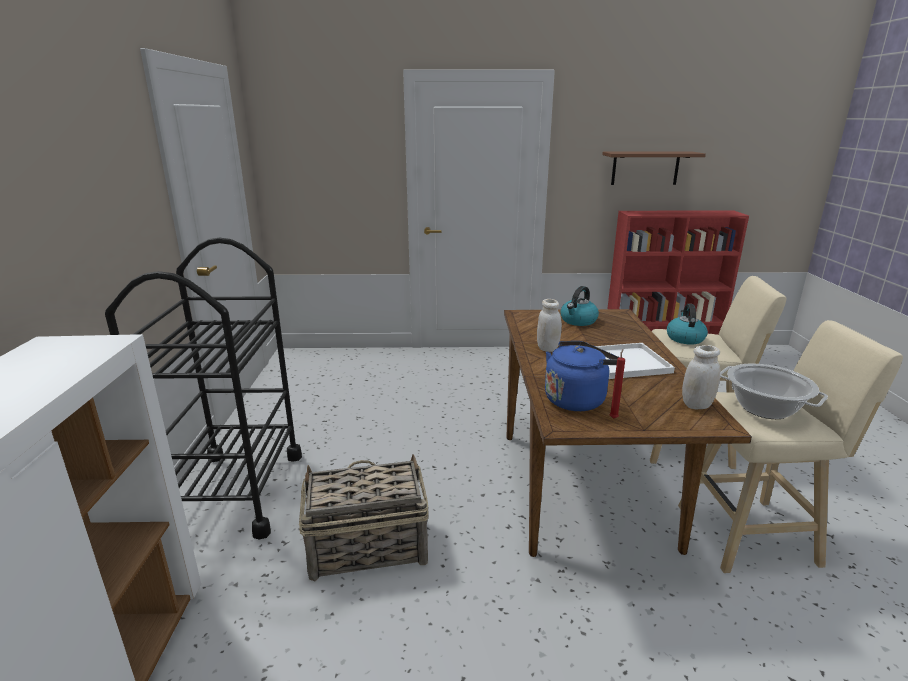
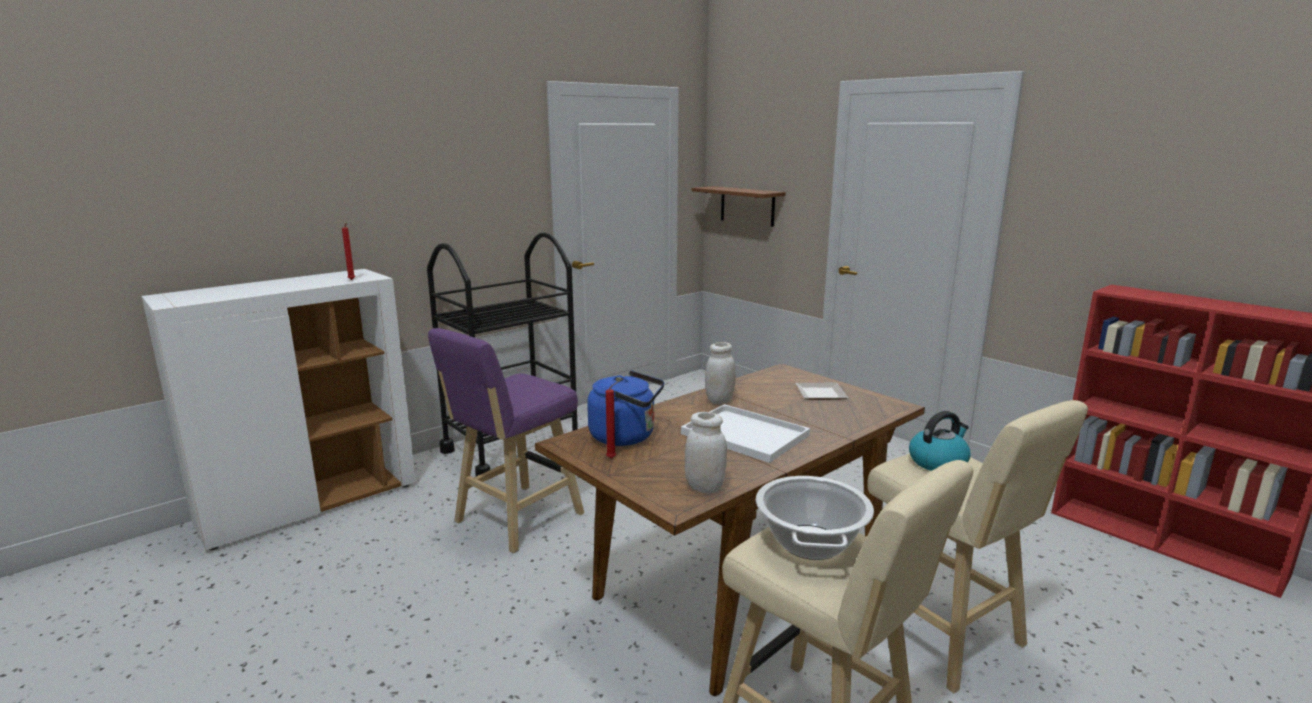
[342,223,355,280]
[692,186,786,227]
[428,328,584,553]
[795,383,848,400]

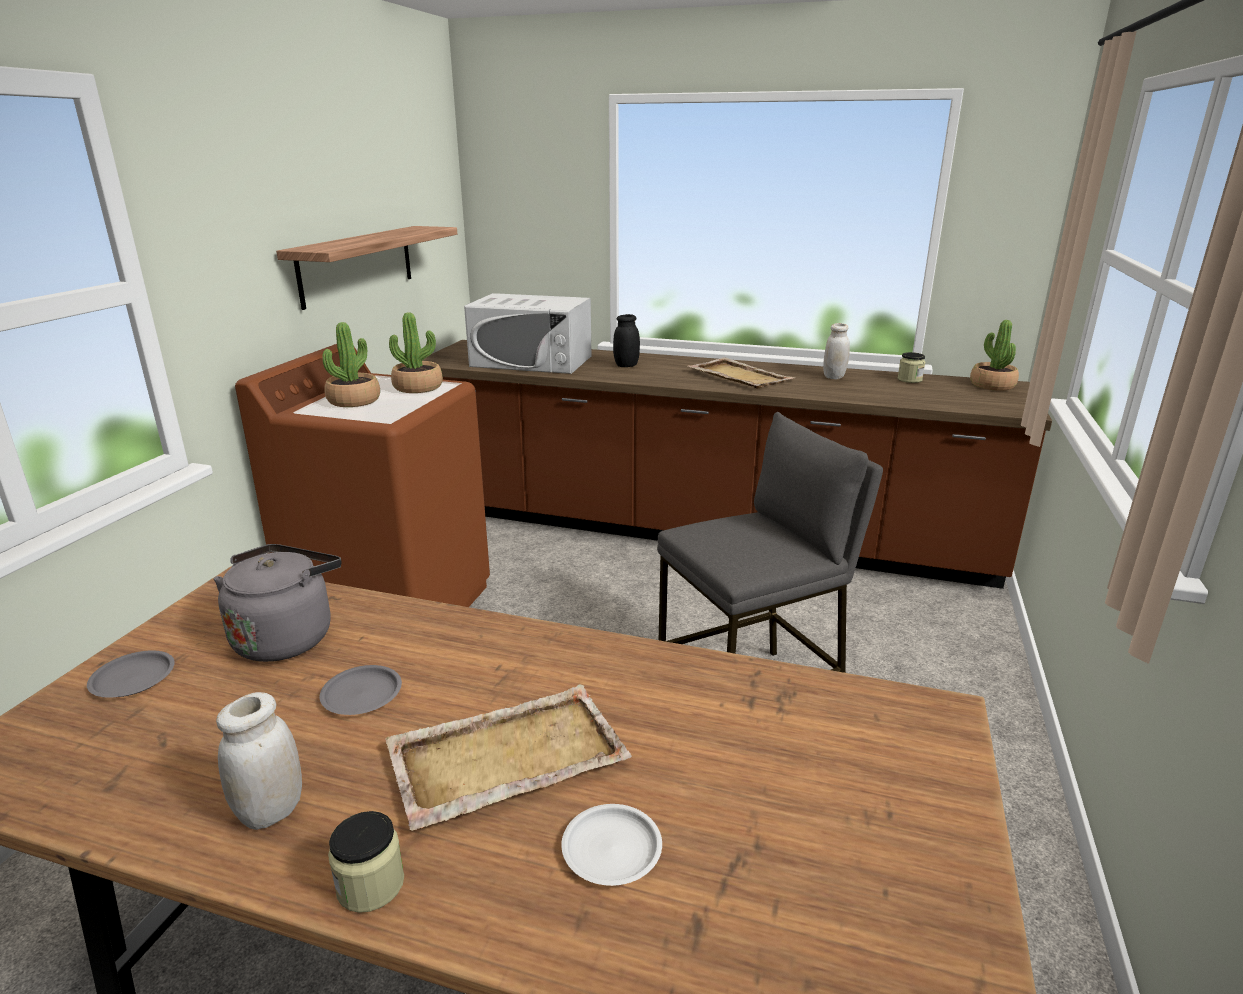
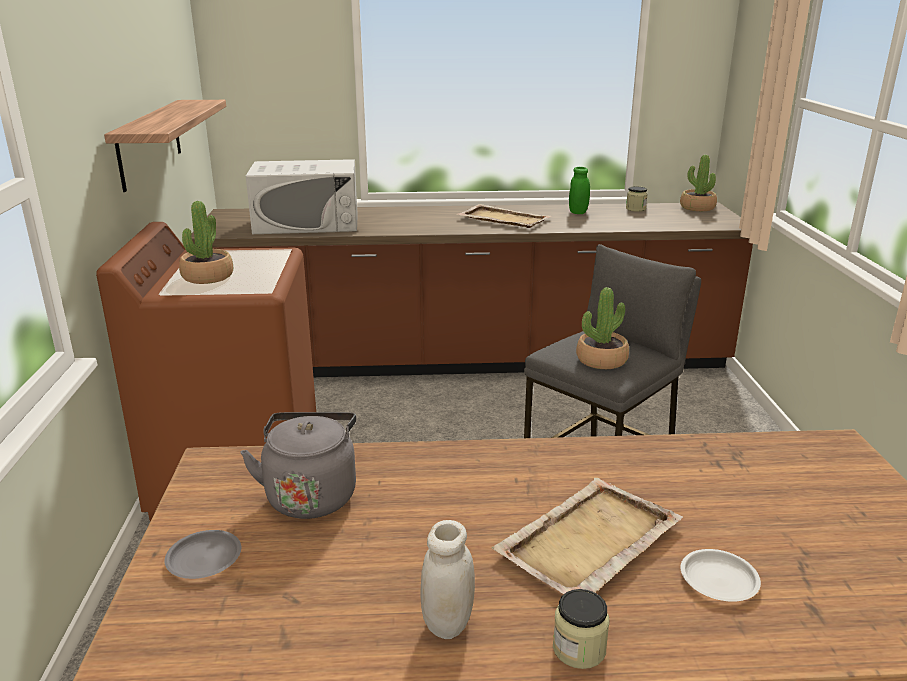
[319,665,402,715] (first image)
[613,314,640,367] (first image)
[576,287,629,369]
[569,167,590,214]

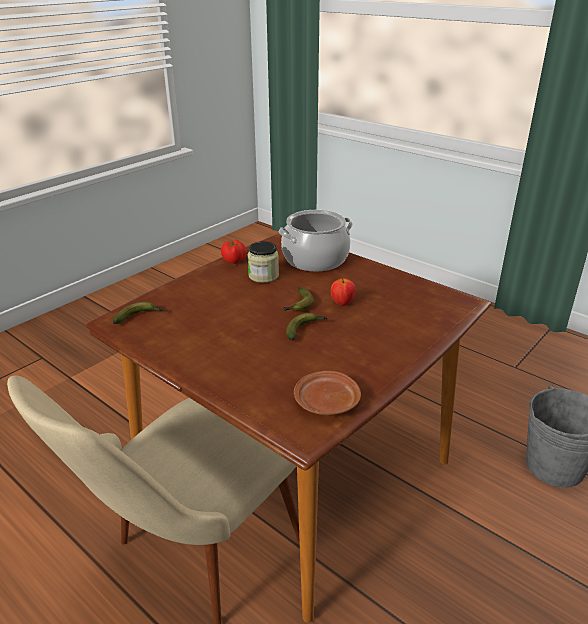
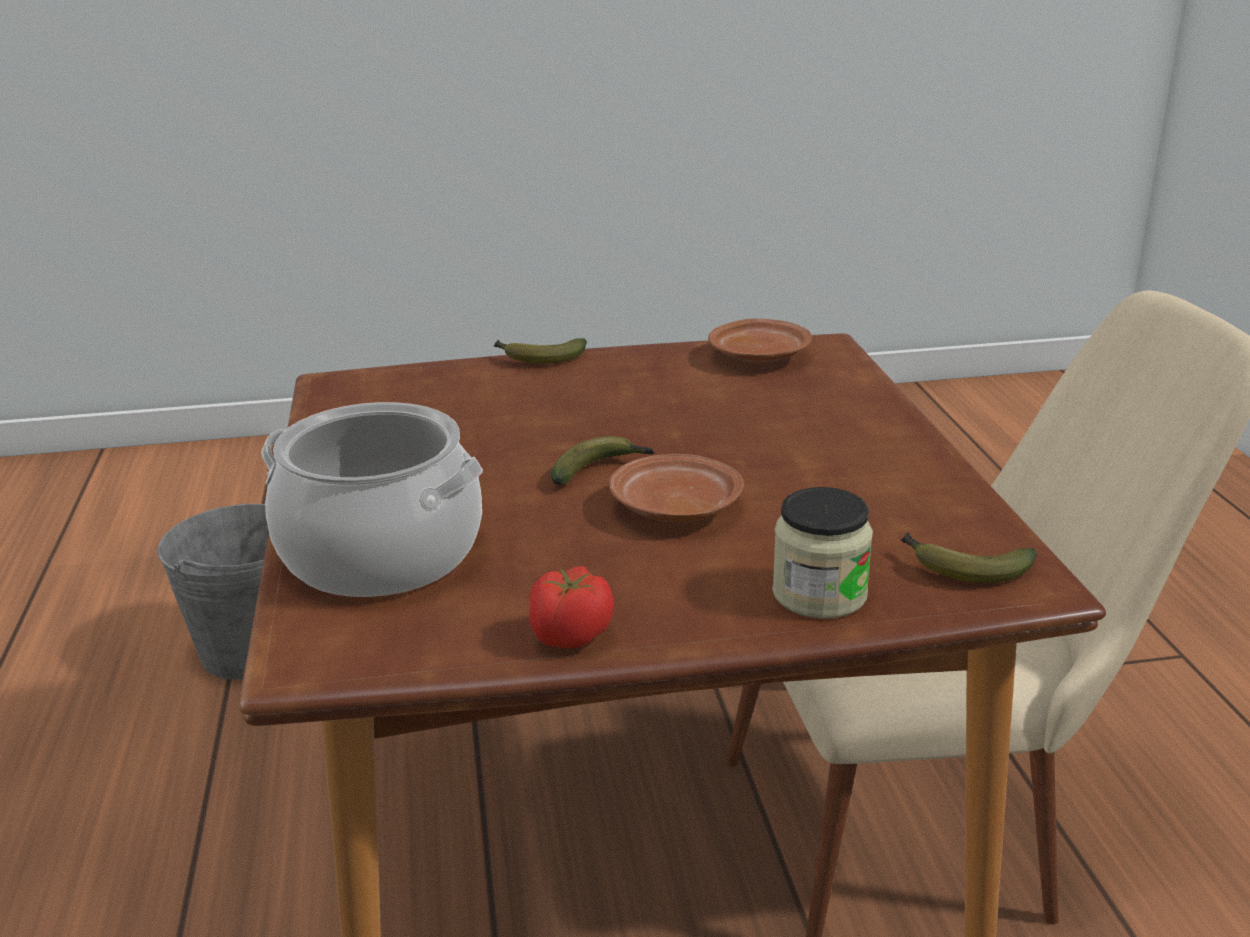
[331,278,356,306] (first image)
[609,454,744,523]
[772,487,873,619]
[494,338,587,364]

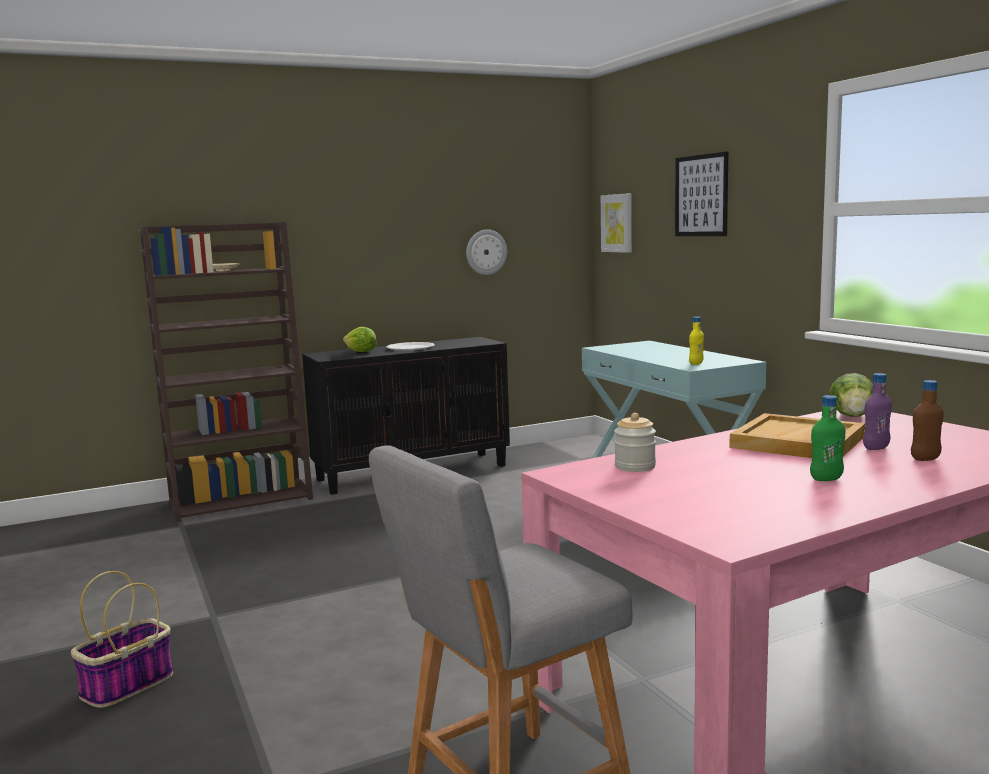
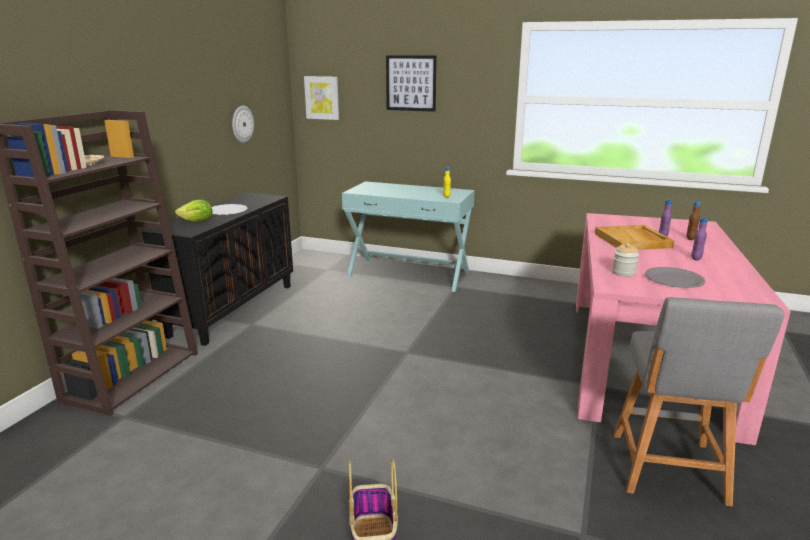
[829,373,873,417] (first image)
[645,267,705,288]
[691,217,708,261]

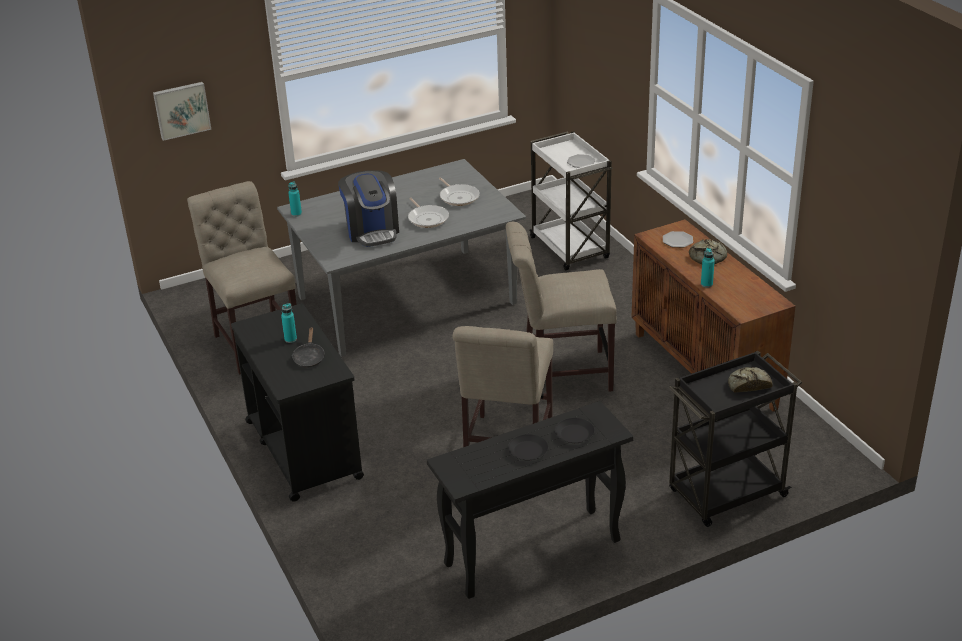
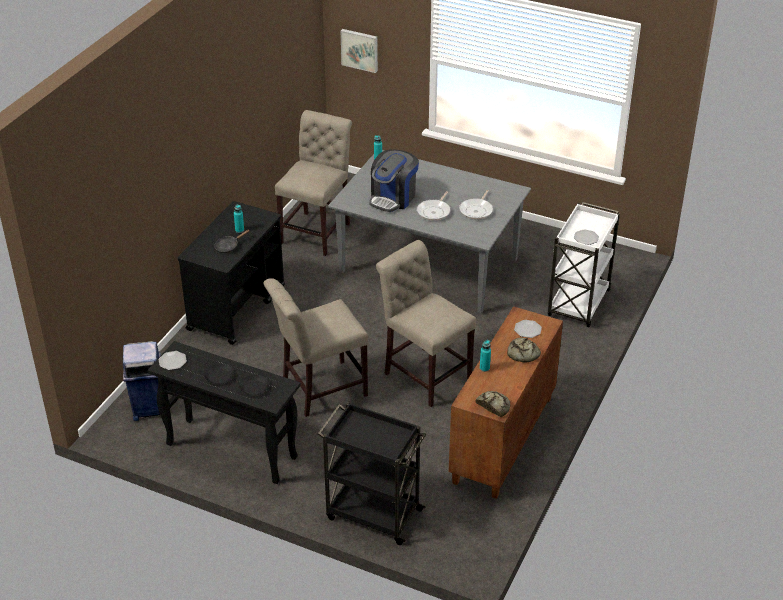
[123,341,161,421]
[158,351,187,370]
[476,391,510,417]

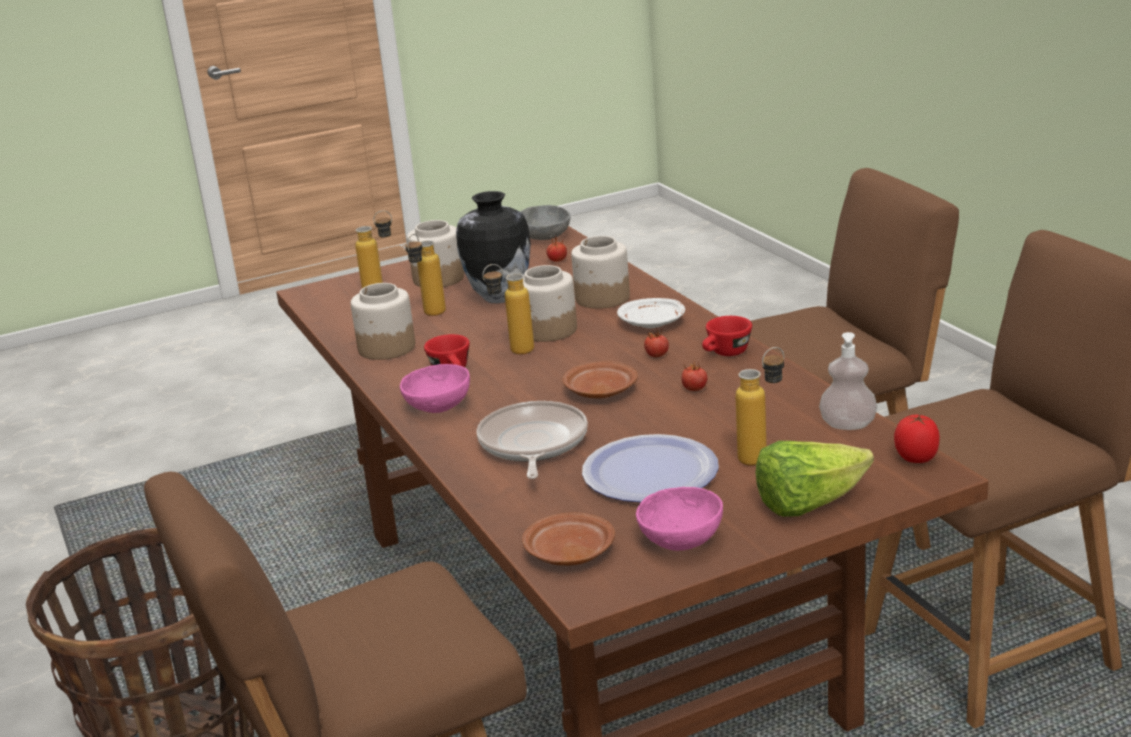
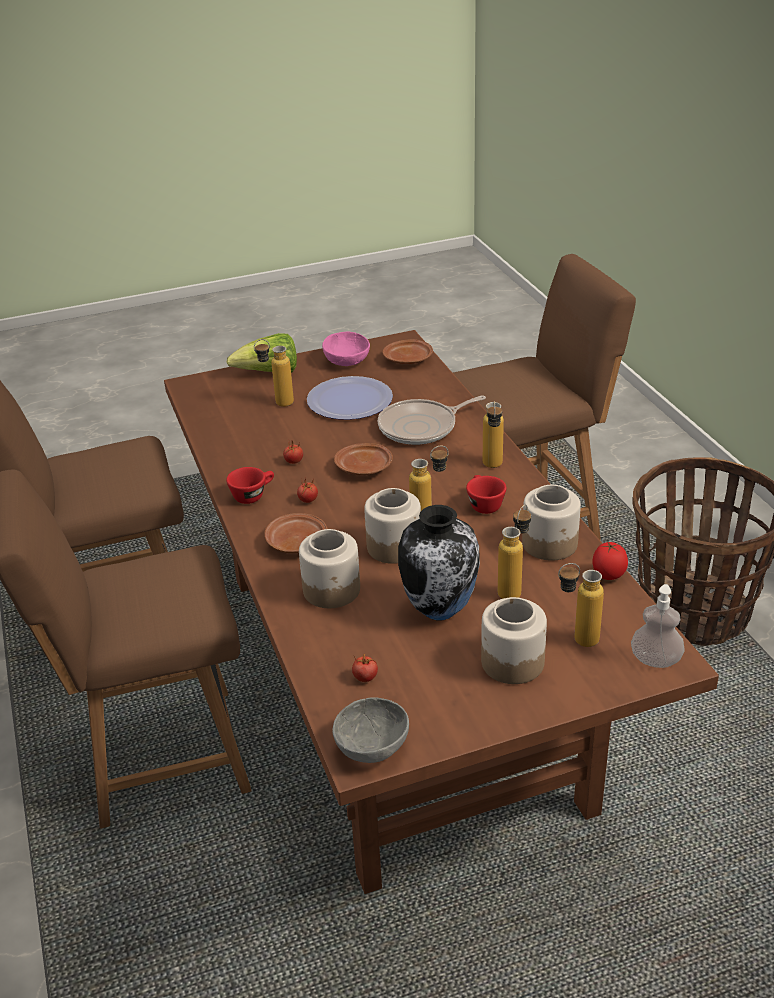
[631,584,685,668]
[593,542,628,580]
[483,401,504,468]
[264,513,328,553]
[378,396,486,445]

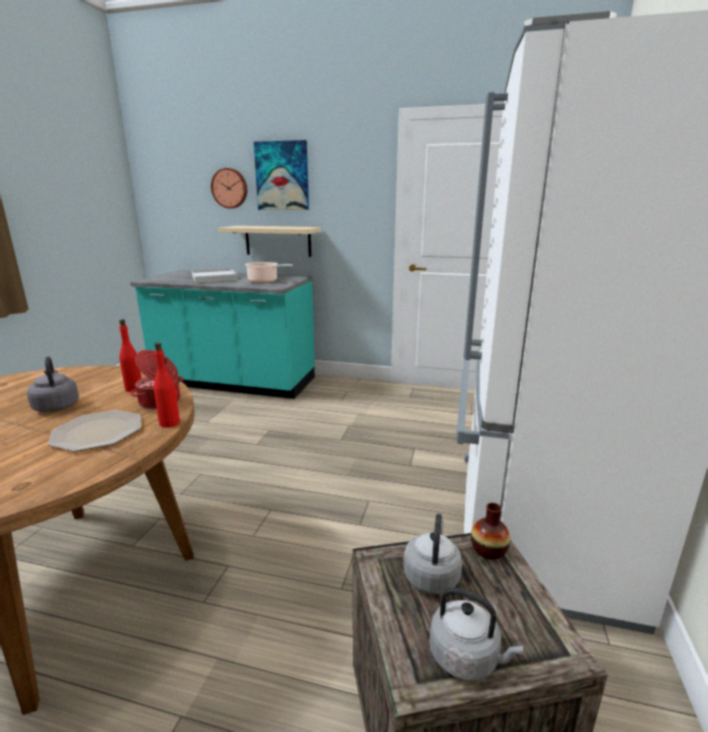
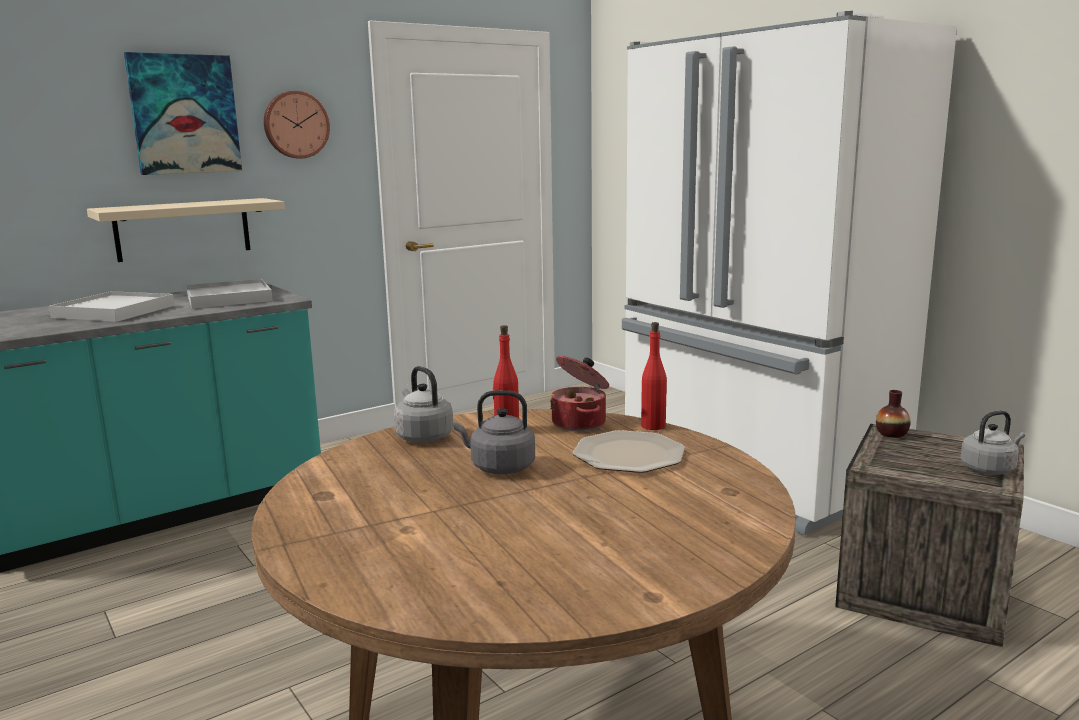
[264,91,330,159]
[394,366,453,443]
[186,279,273,309]

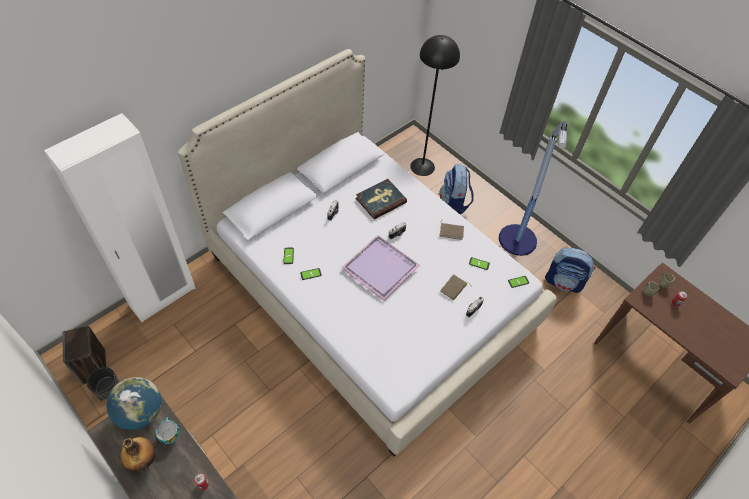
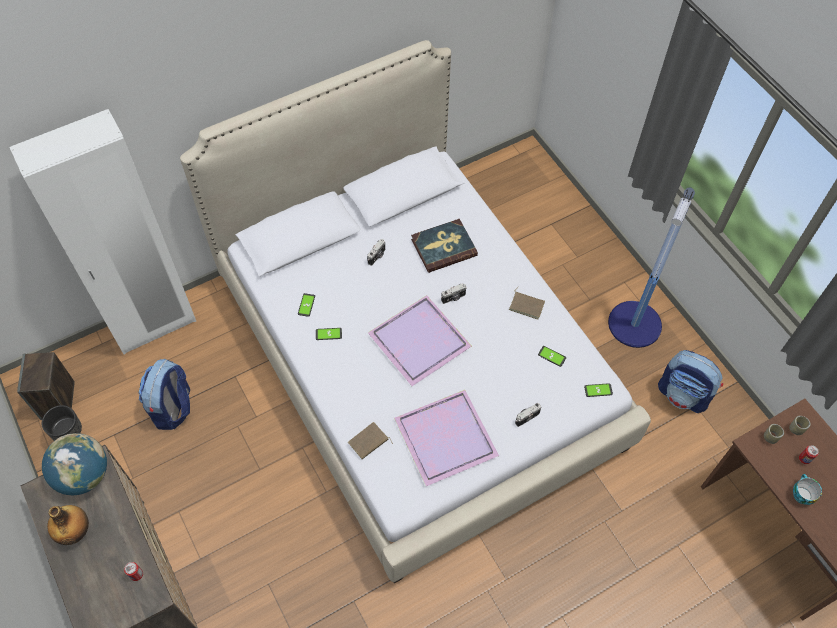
[410,35,460,176] (first image)
[394,390,499,486]
[793,474,822,505]
[139,359,190,430]
[348,422,393,459]

